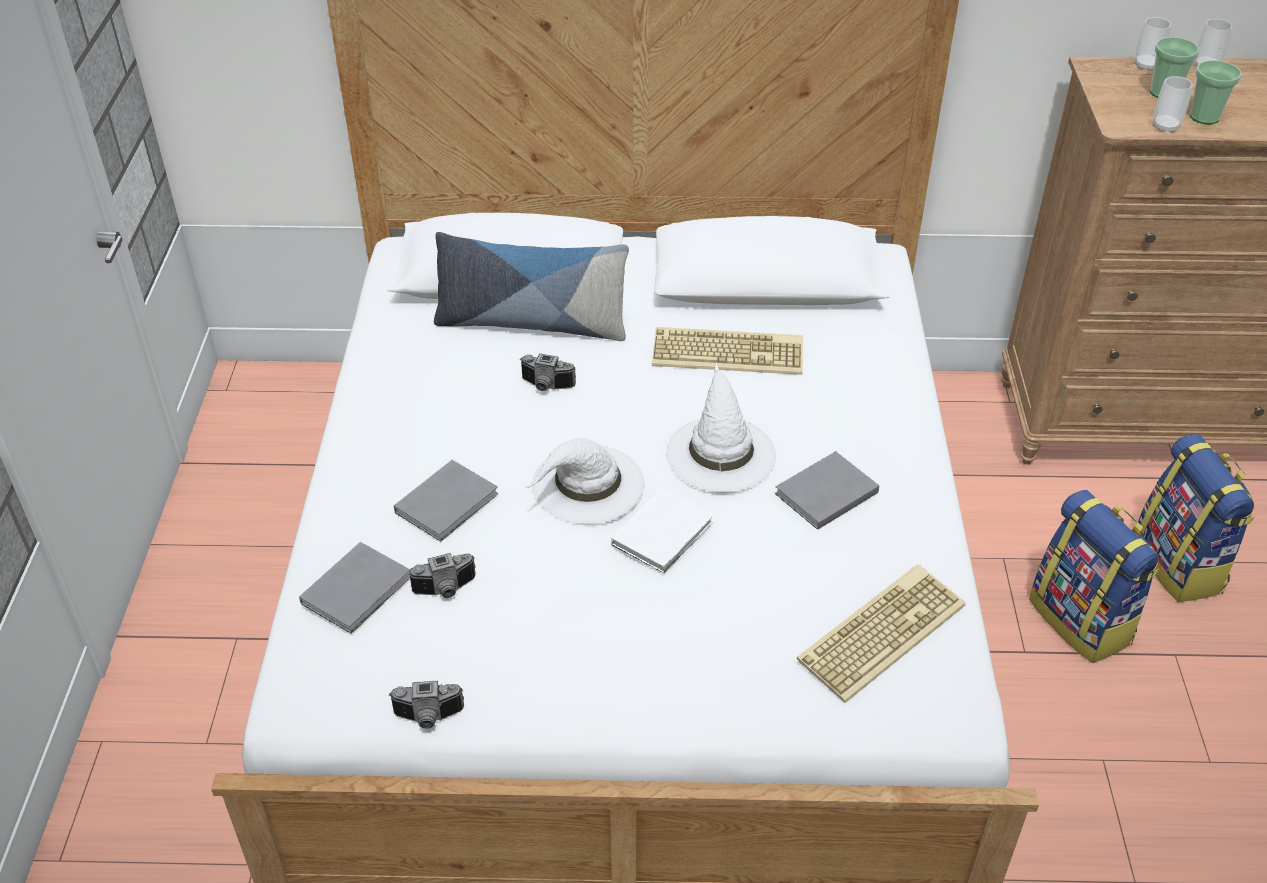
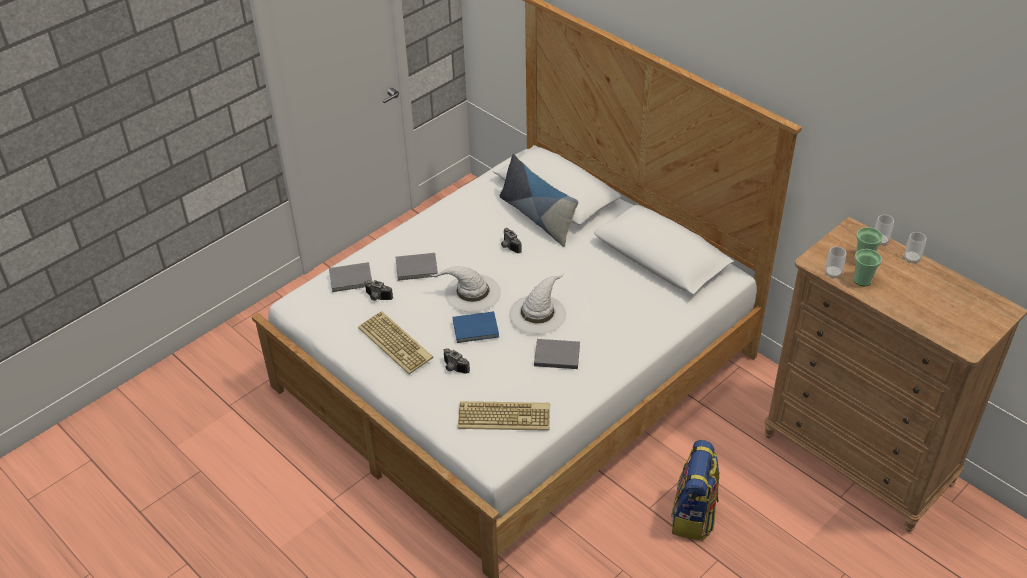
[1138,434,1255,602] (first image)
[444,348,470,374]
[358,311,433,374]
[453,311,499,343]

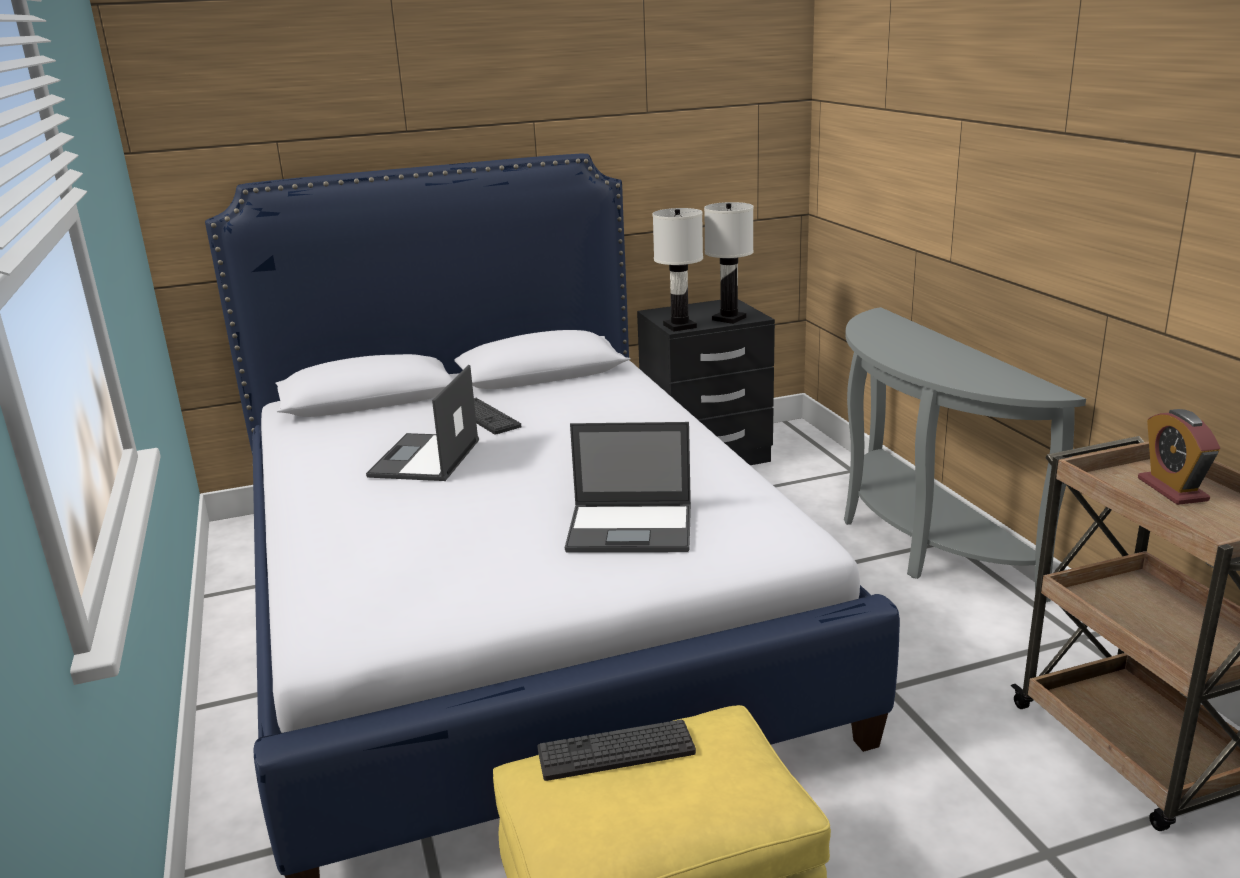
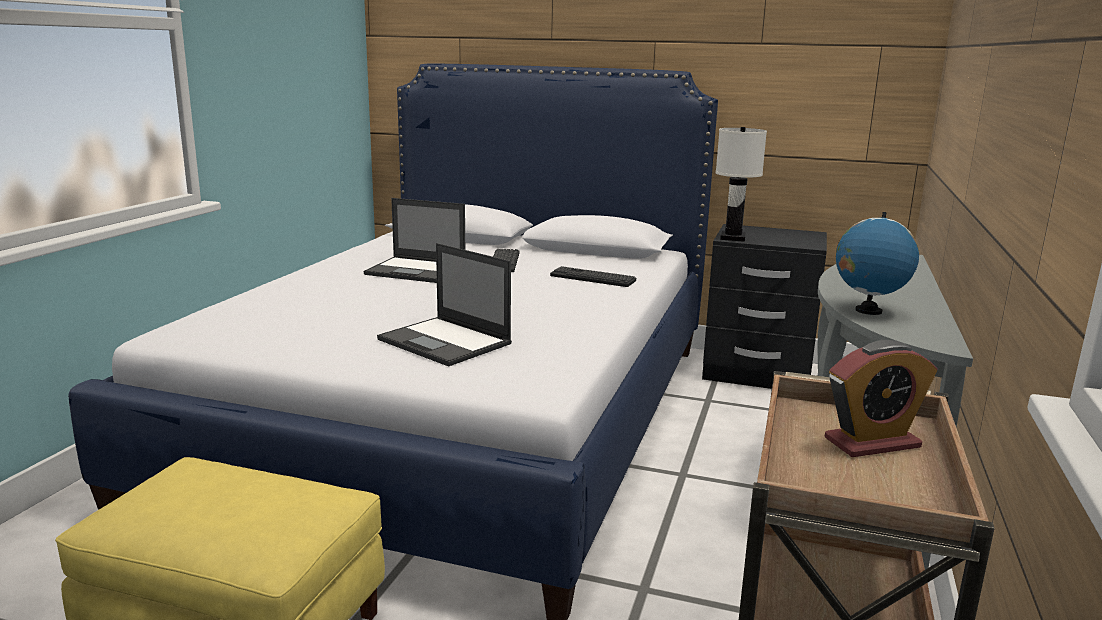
[704,202,754,324] (first image)
[836,212,919,315]
[550,266,636,287]
[364,198,465,283]
[825,340,938,457]

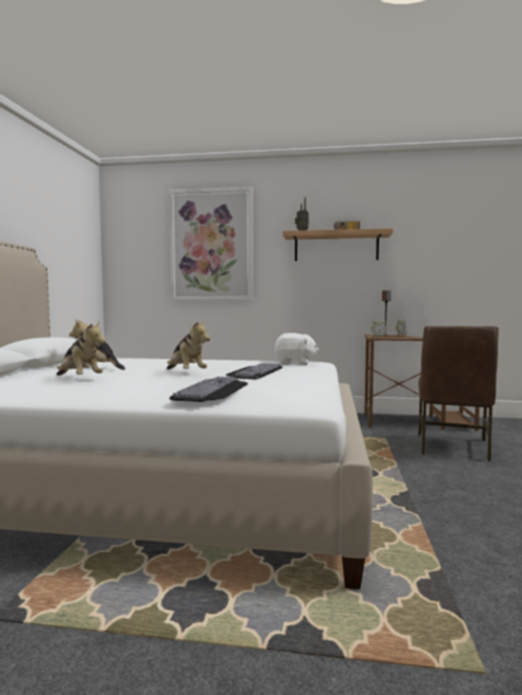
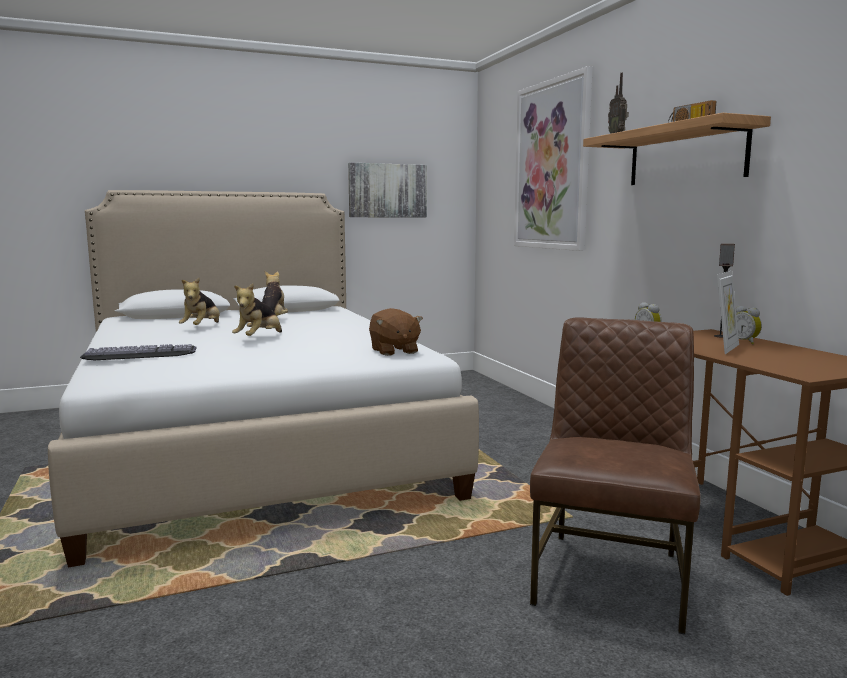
[226,363,283,379] (first image)
[348,163,427,217]
[369,308,423,356]
[530,317,701,635]

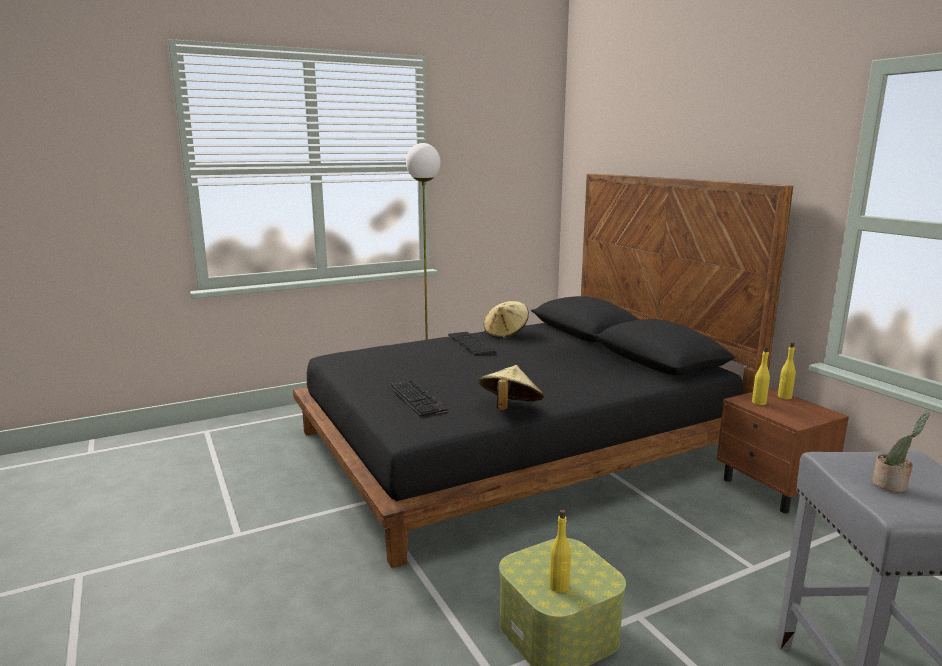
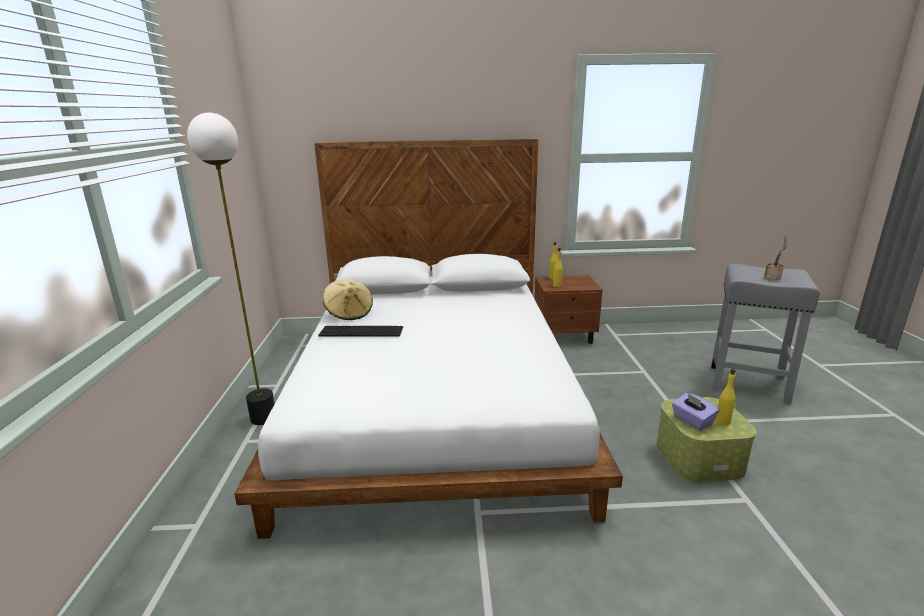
[388,380,447,417] (first image)
[478,365,544,410] (first image)
[672,393,719,430]
[234,138,623,539]

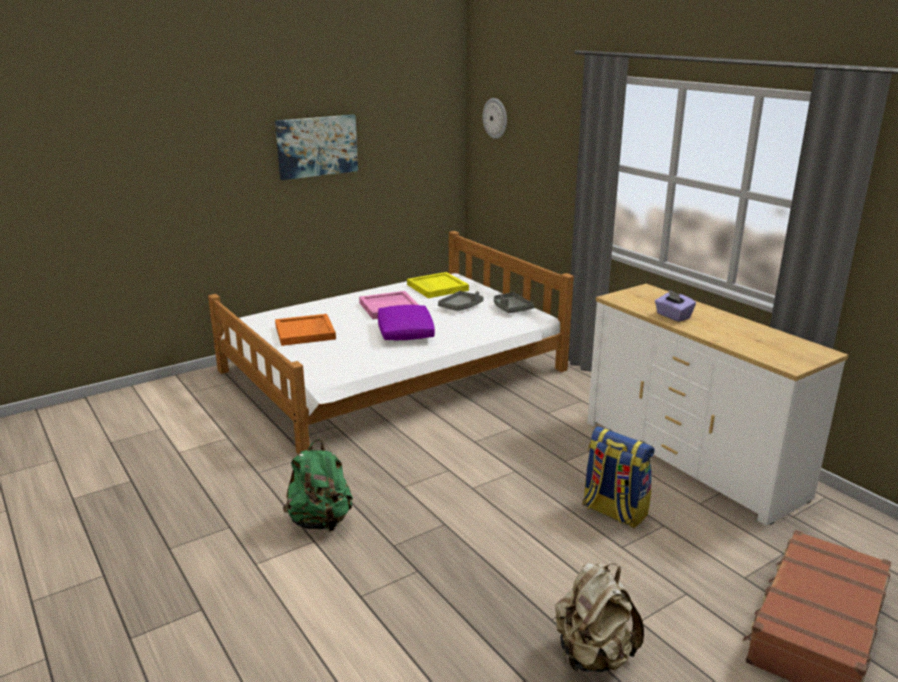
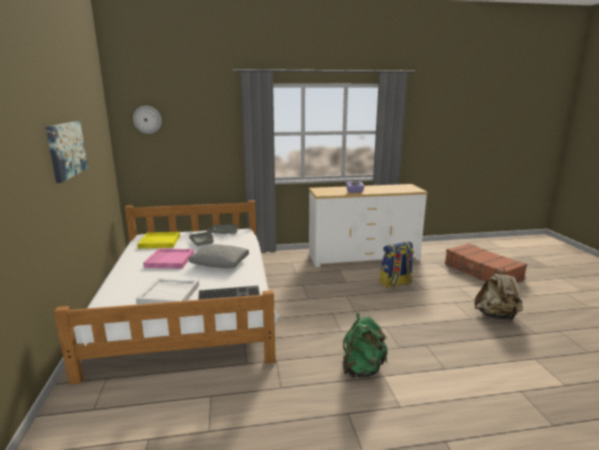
[198,286,260,300]
[136,278,199,304]
[189,244,249,268]

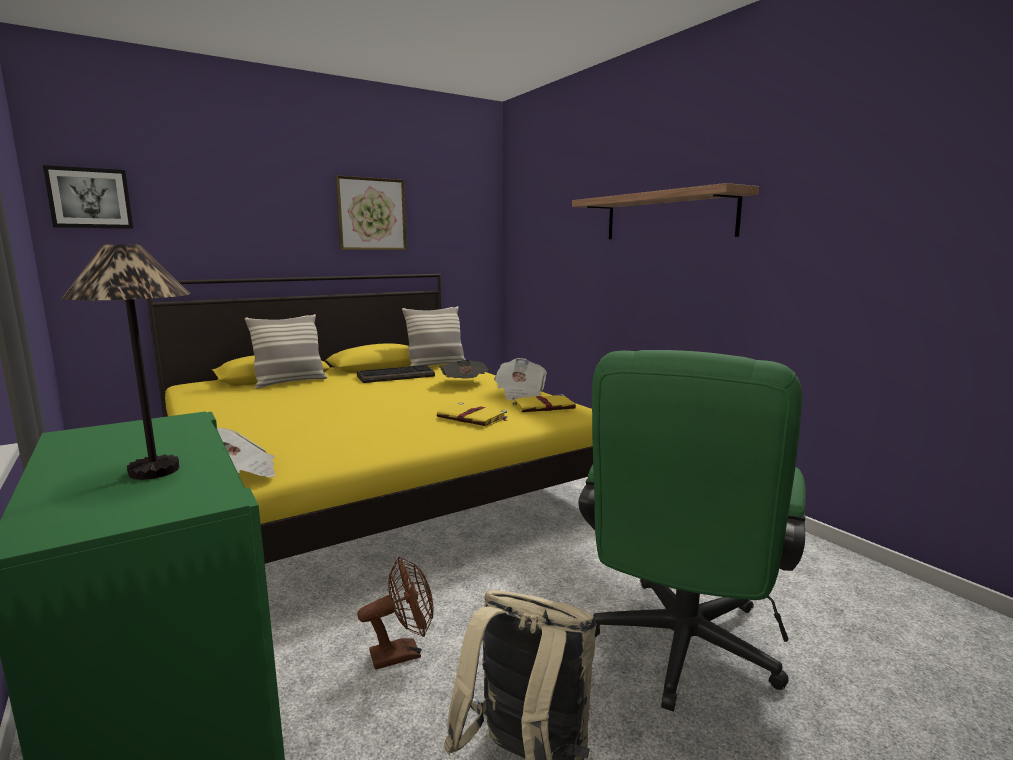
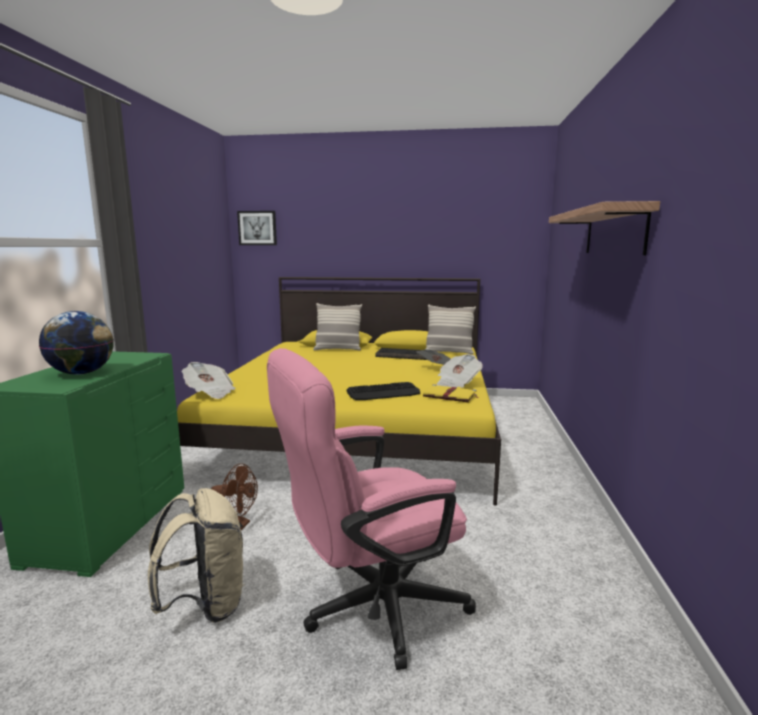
[335,175,407,250] (first image)
[39,311,114,375]
[346,382,420,400]
[267,348,476,670]

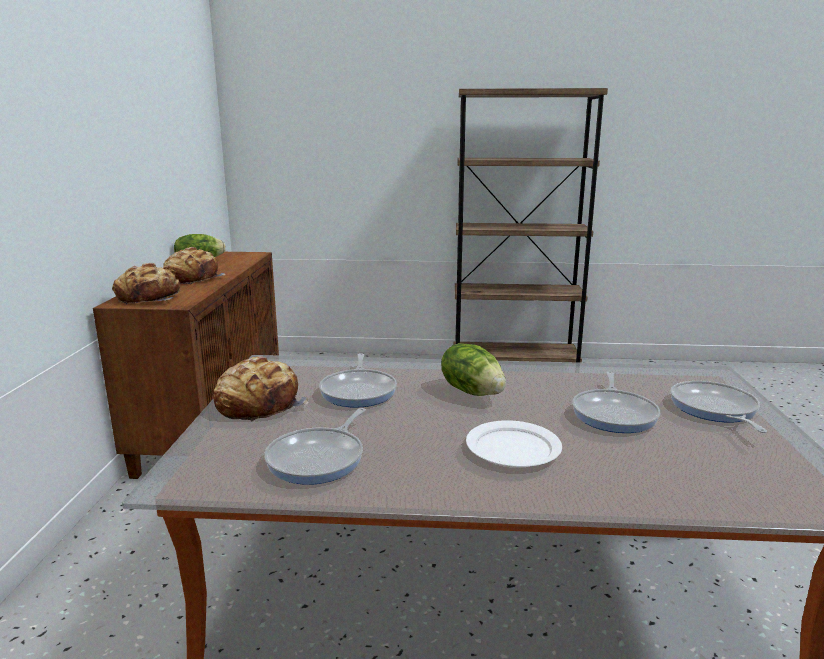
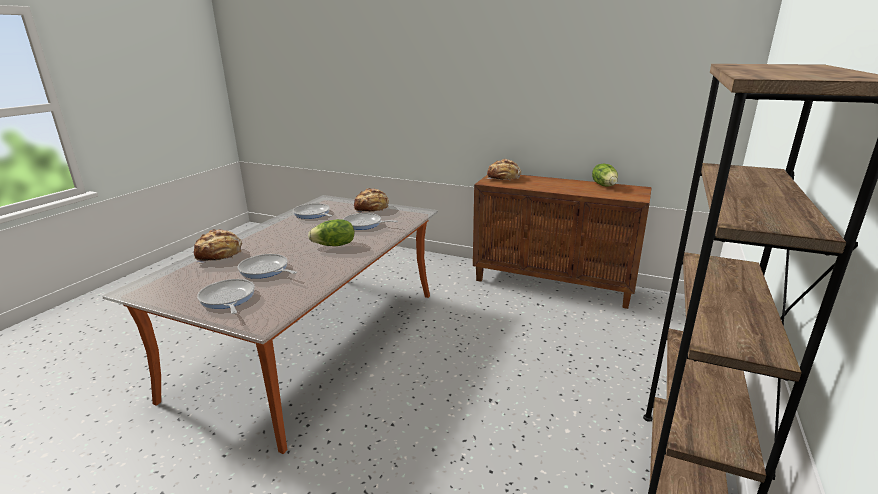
[466,420,562,467] (first image)
[194,229,242,263]
[197,279,255,314]

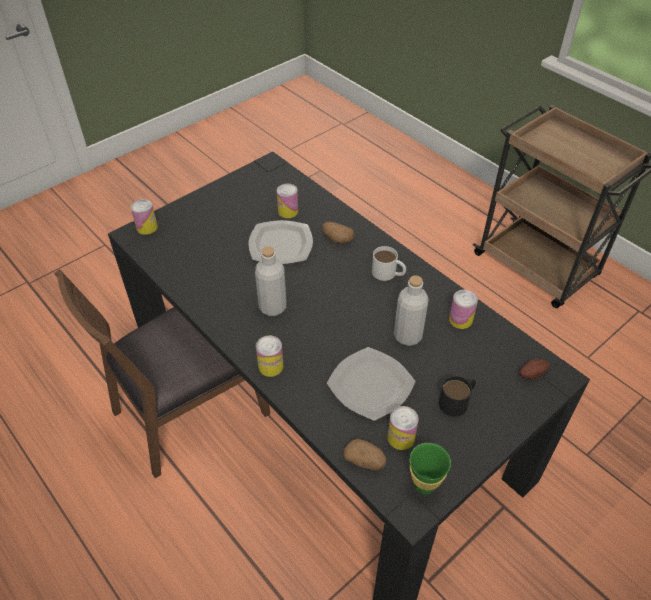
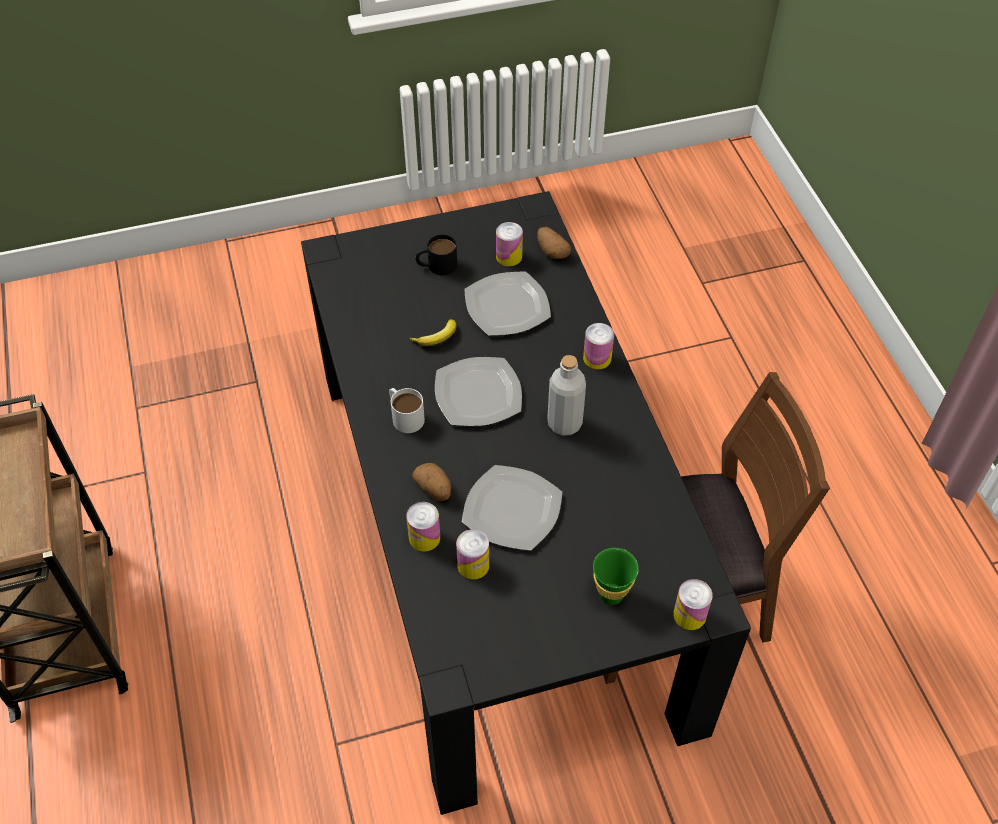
[520,359,549,379] (first image)
[435,357,522,426]
[593,548,639,605]
[406,502,440,552]
[410,319,456,346]

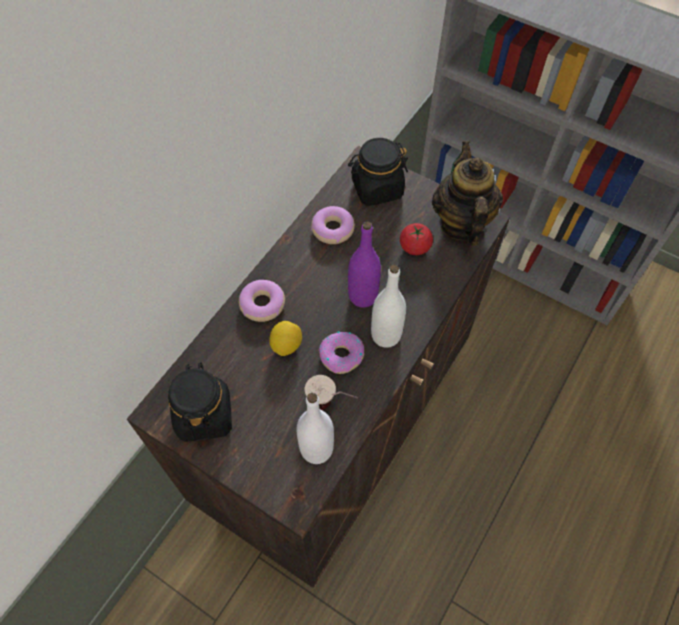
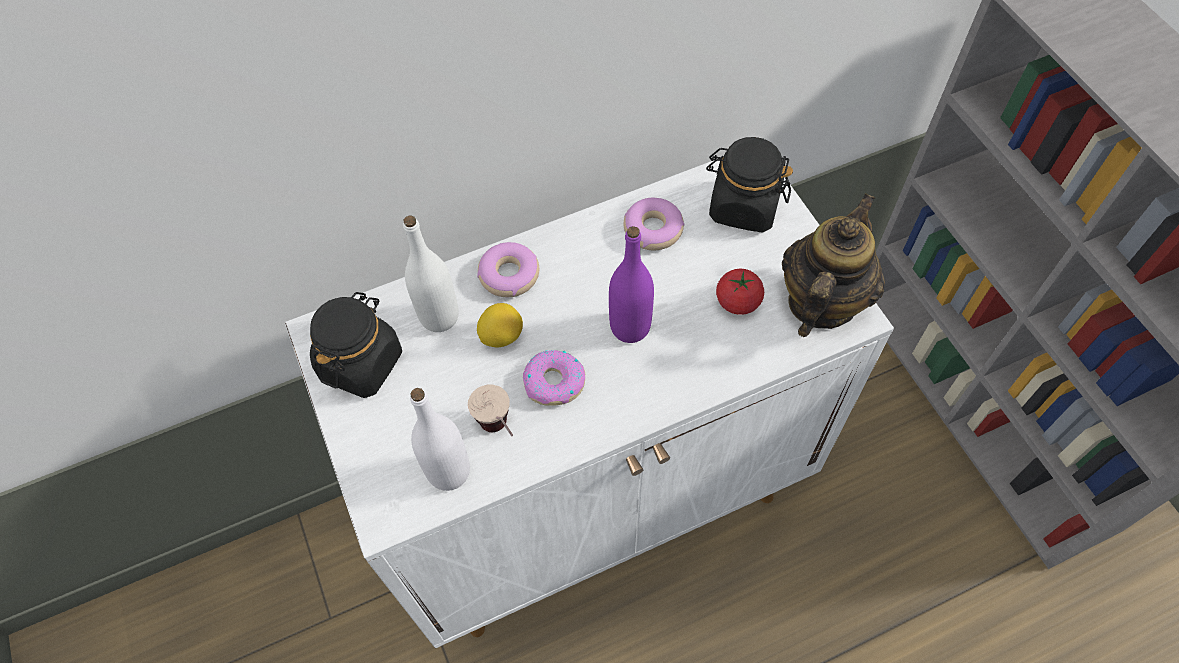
[403,215,459,332]
[285,160,894,648]

